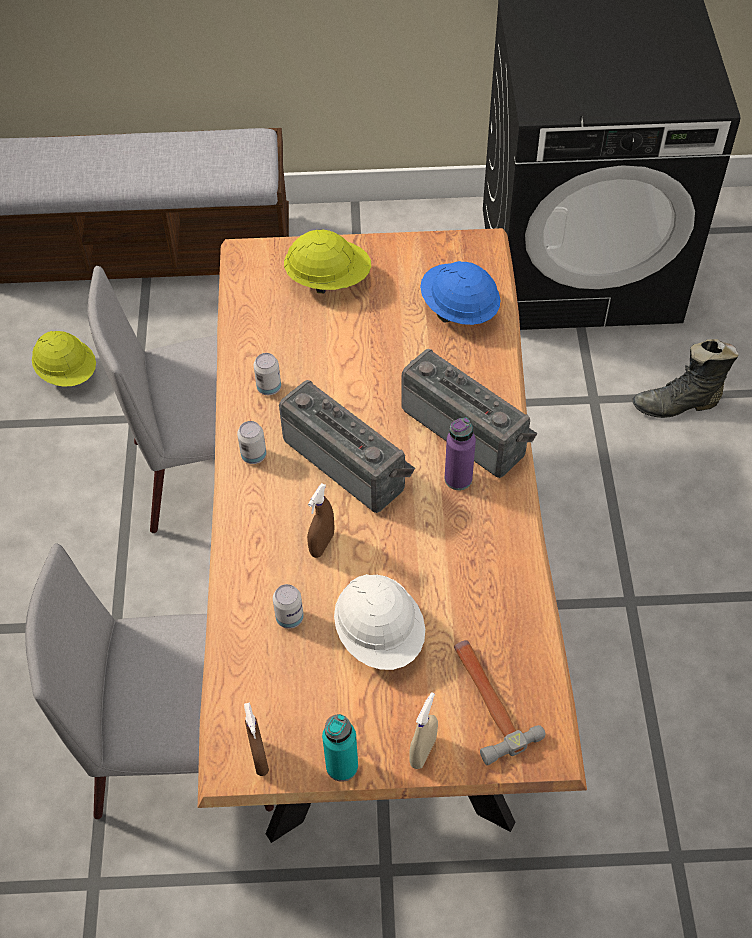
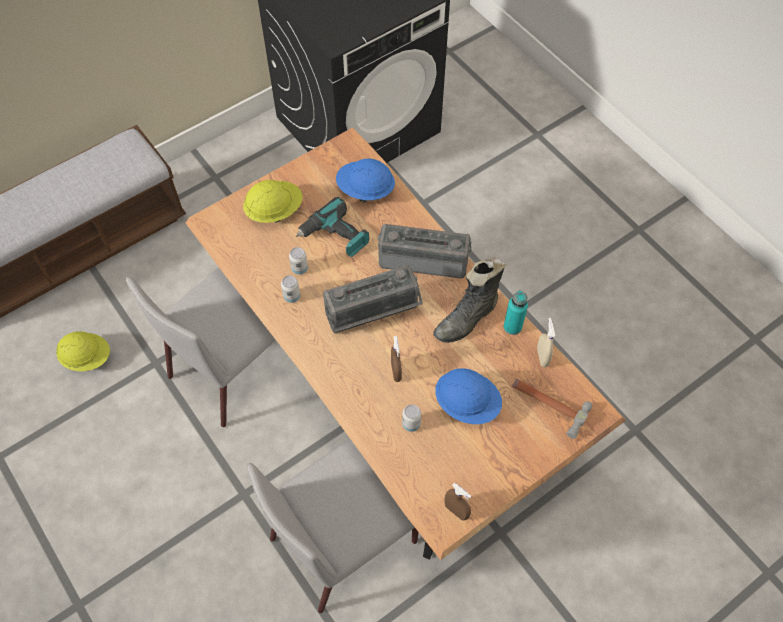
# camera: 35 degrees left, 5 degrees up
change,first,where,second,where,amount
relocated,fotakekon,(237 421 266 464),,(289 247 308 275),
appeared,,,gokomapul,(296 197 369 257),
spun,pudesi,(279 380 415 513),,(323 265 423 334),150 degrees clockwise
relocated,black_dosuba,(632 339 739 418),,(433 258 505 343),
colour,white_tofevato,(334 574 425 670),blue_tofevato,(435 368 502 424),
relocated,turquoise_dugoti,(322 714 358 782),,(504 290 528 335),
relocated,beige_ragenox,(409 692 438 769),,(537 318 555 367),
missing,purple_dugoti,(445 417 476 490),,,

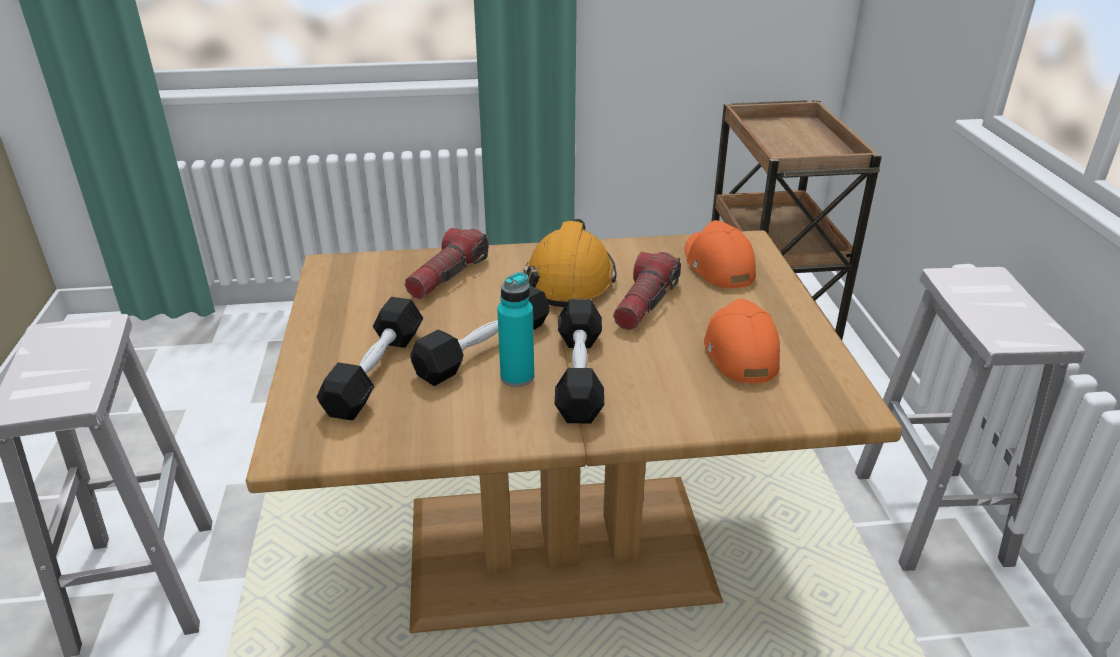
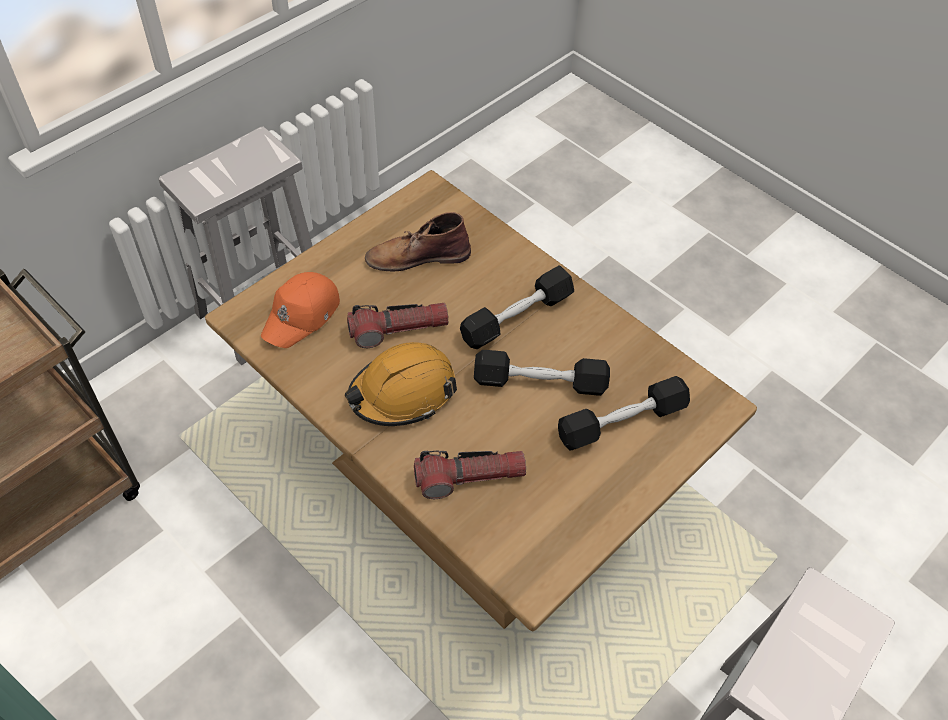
# camera: 130 degrees left, 20 degrees up
change,first,where,second,where,amount
exchanged,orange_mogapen,(704 298 780 383),brown_dosuba,(365 212 471 271),
missing,turquoise_dugoti,(497 272 534 387),,,

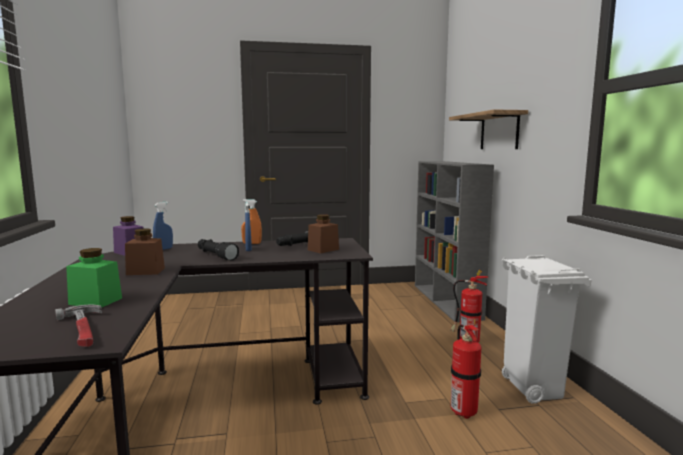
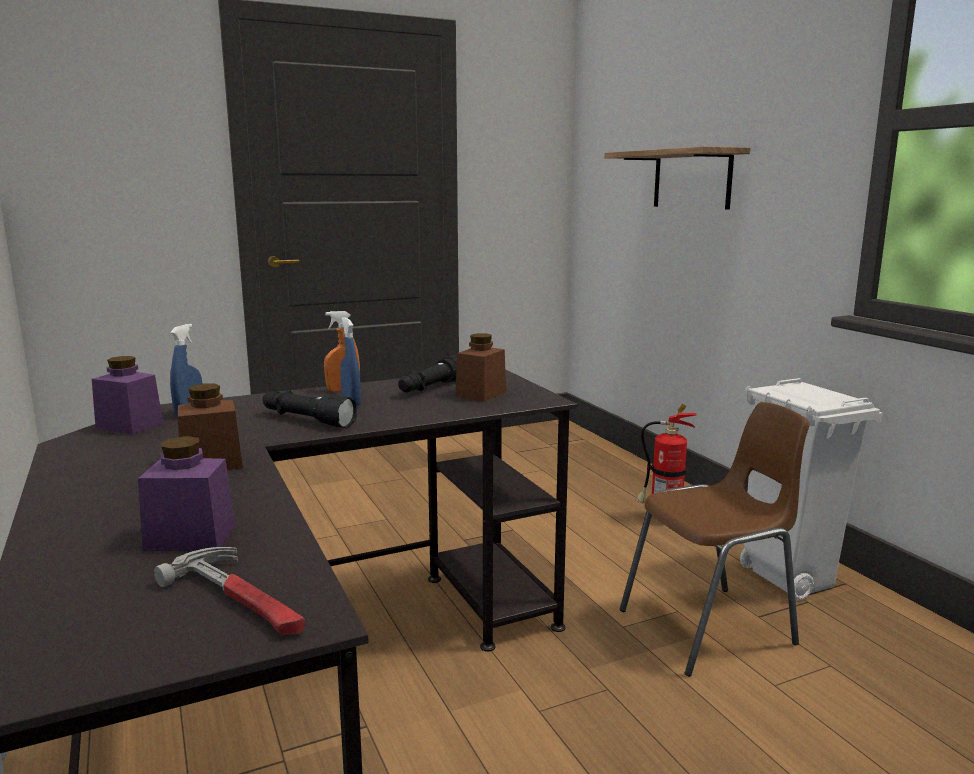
# camera: 15 degrees left, 5 degrees up
change,first,where,second,where,amount
colour,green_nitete,(66 248 122 307),purple_nitete,(138 436 235 551),
exchanged,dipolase,(451 319 482 419),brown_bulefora,(620 402 810 677),
missing,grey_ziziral,(415 161 494 322),,,

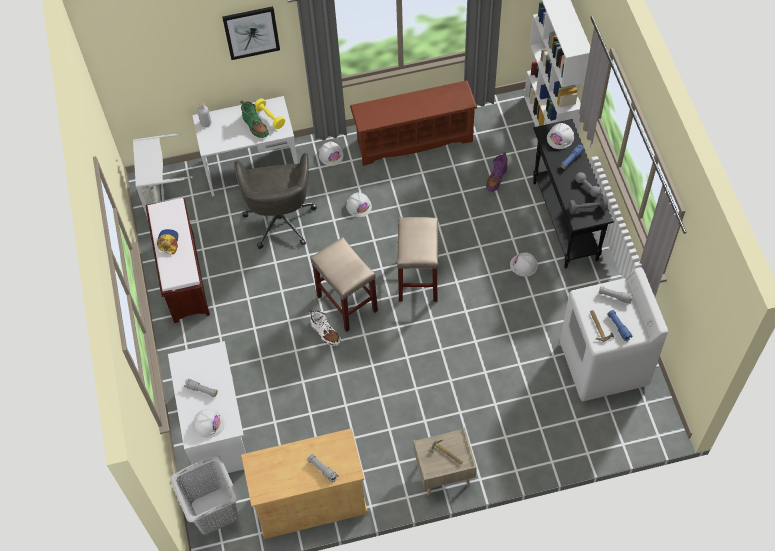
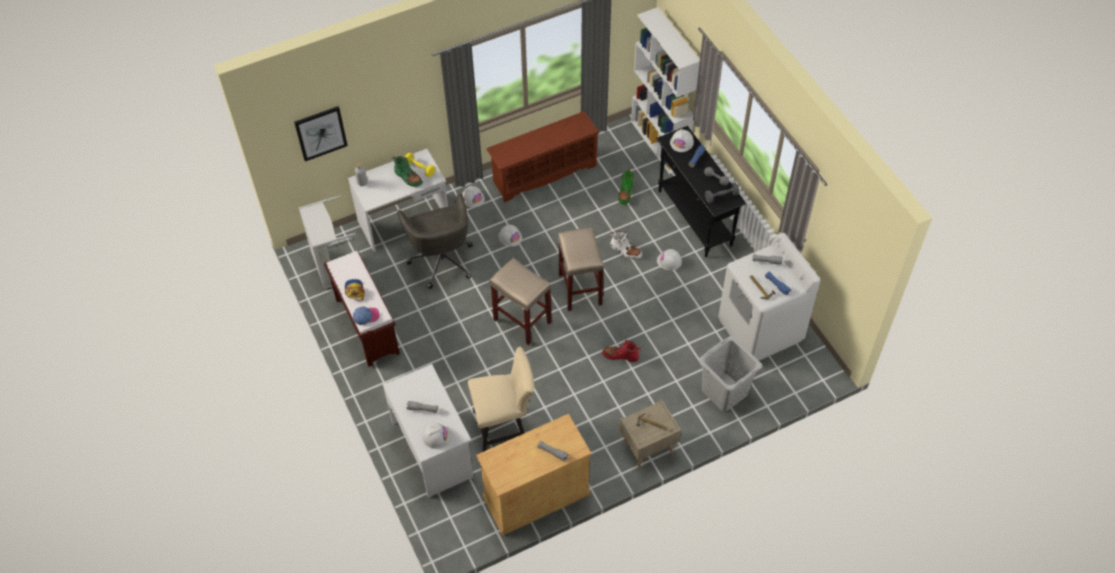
# camera: 15 degrees left, 5 degrees down
change,first,where,second,where,amount
relocated,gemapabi,(222 6 280 60),,(294 106 348 161),
appeared,,,mogapen,(353 307 380 325),
appeared,,,beige_bulefora,(468 347 534 452),
appeared,,,red_dosuba,(602 340 641 362),
relocated,white_dosuba,(309 309 341 346),,(610 231 642 259),
colour,purple_dosuba,(486 153 508 192),green_dosuba,(618 169 634 205),
relocated,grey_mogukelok,(170 455 238 535),,(699 336 763 412),

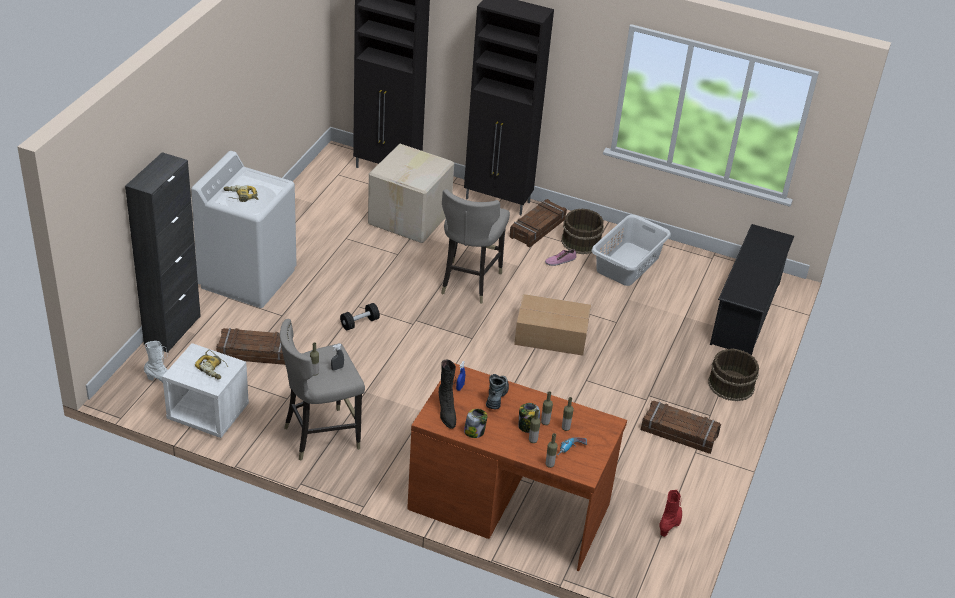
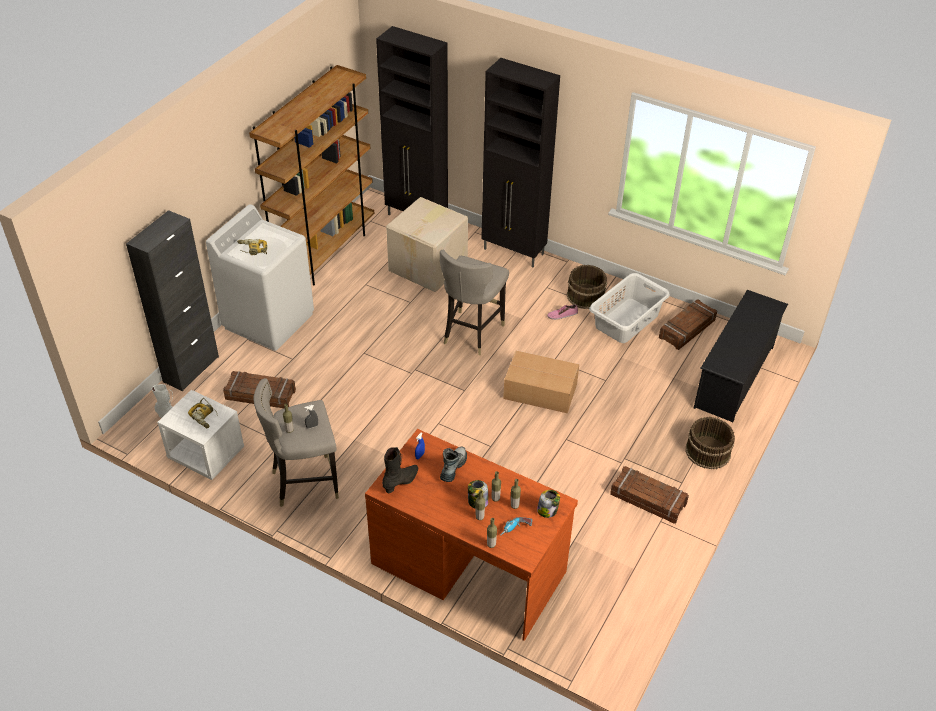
# camera: 10 degrees right, 5 degrees up
change,first,where,second,where,amount
appeared,,,brown_ziziral,(249 65 375 285),
spun,black_dosuba,(439 360 456 429),,(382 447 418 494),135 degrees counterclockwise
relocated,nitete,(464 409 487 438),,(537 490 560 518),
relocated,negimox,(509 199 567 247),,(659 299 717 350),
missing,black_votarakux,(340 303 380 330),,,
missing,red_dosuba,(659 490 682 537),,,

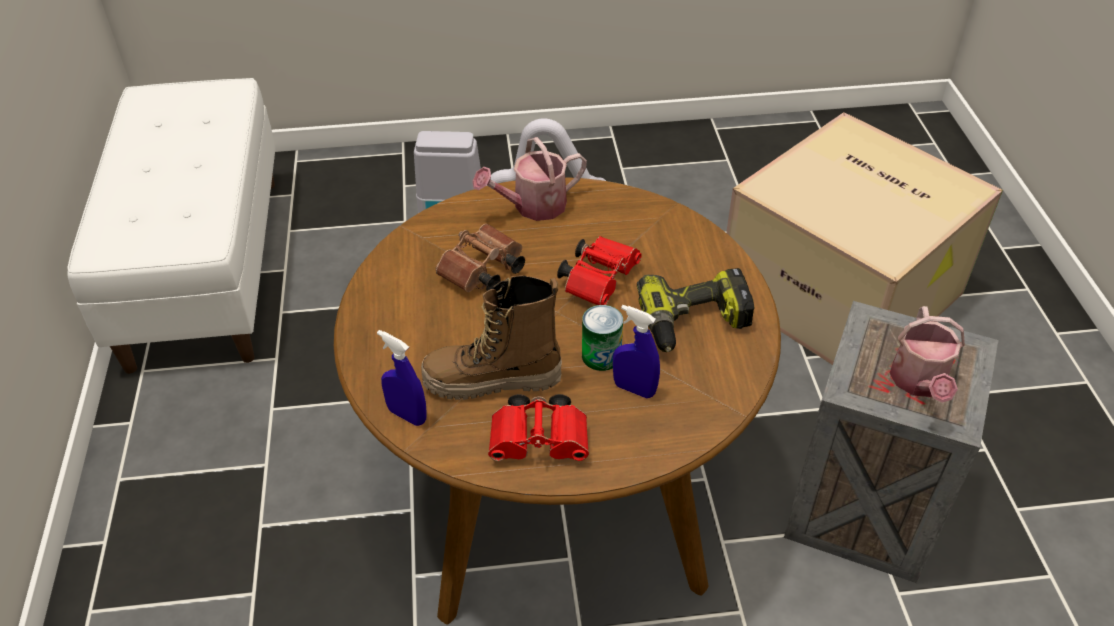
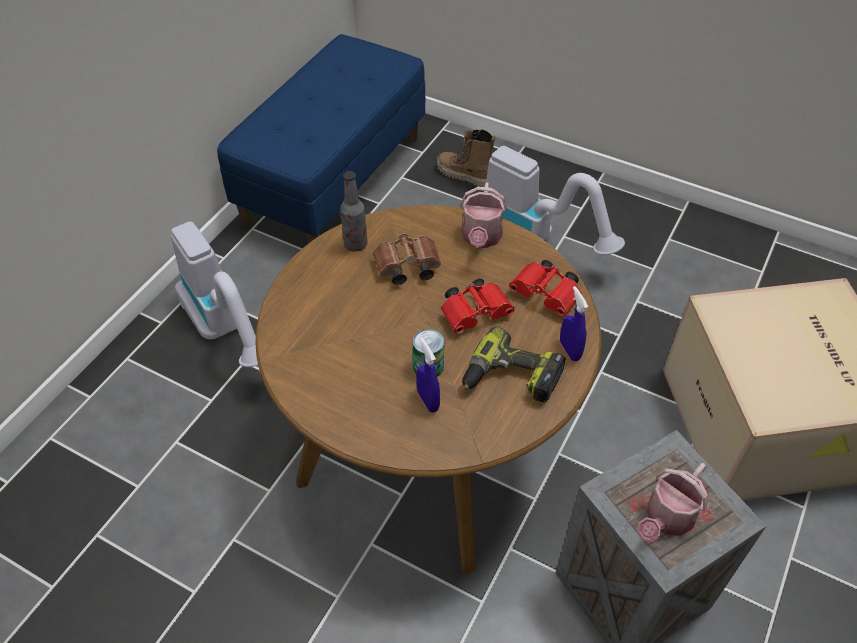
# camera: 35 degrees right, 5 degrees up
change,first,where,second,where,amount
appeared,,,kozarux,(171 221 258 367),
colour,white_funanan,(67 78 276 374),blue_funanan,(217 34 426 244),
appeared,,,dugoti,(340 171 368 251),
relocated,dosuba,(421 275 562 400),,(437 129 495 187),
spun,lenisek,(472 137 587 221),,(460 183 507 248),90 degrees counterclockwise
relocated,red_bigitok,(488 394 589 461),,(509 260 582 316),
relocated,blue_ragenox,(377 330 427 426),,(560 286 588 361),

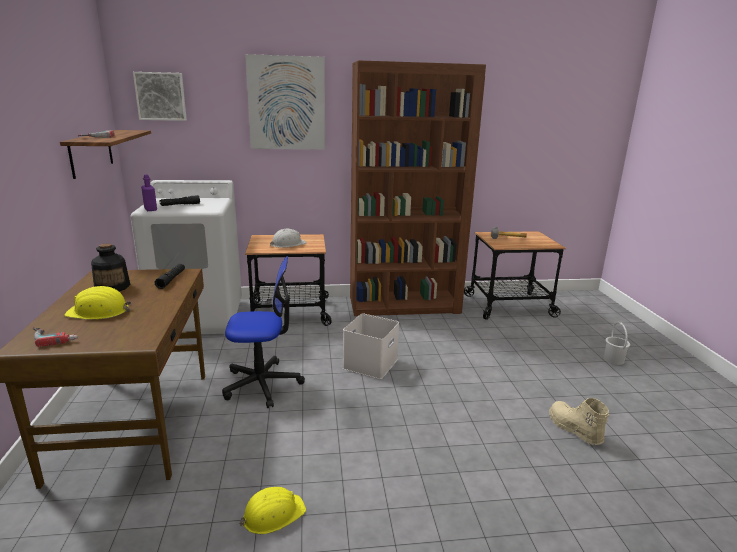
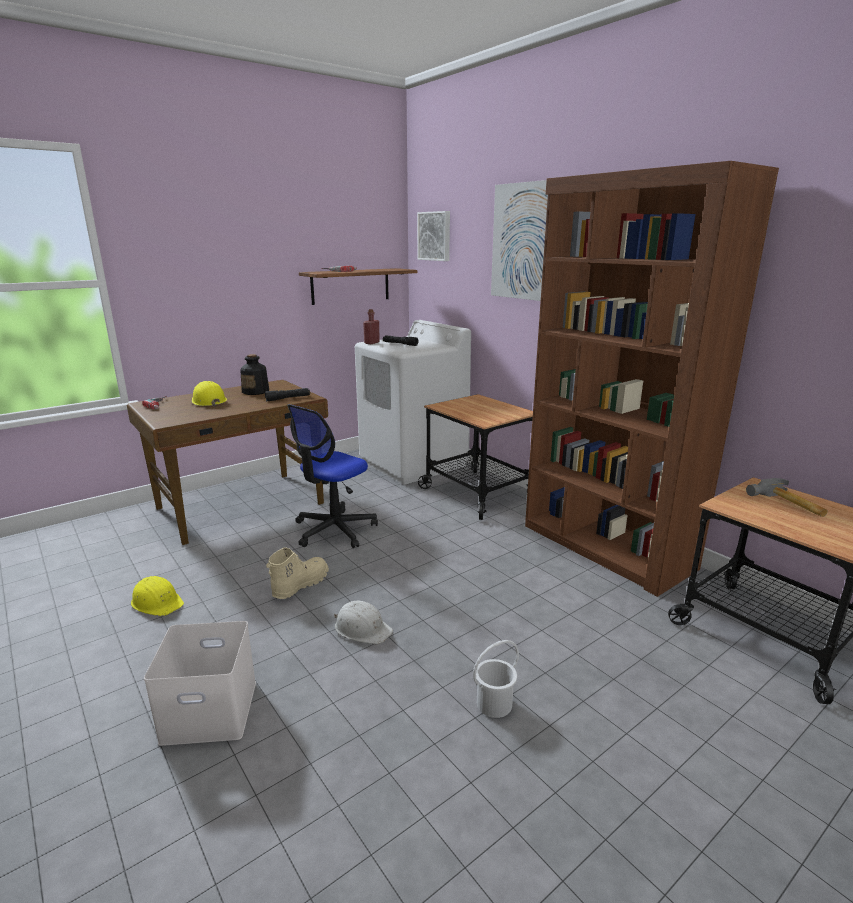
# camera: 60 degrees right, 0 degrees up
change,first,where,second,where,amount
relocated,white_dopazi,(343 313 399 379),,(144 621 256 746),
relocated,beige_dosuba,(549 398 609 445),,(266 547 329 599),
spun,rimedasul,(222 256 305 408),,(287 404 378 548),75 degrees clockwise
relocated,white_tofevato,(270 229 307 248),,(334 600 393 644),
colour,purple_dugoti,(141 175 157 211),red_dugoti,(363 309 380 344),
relocated,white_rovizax,(603 322 630 365),,(473 640 519 718),

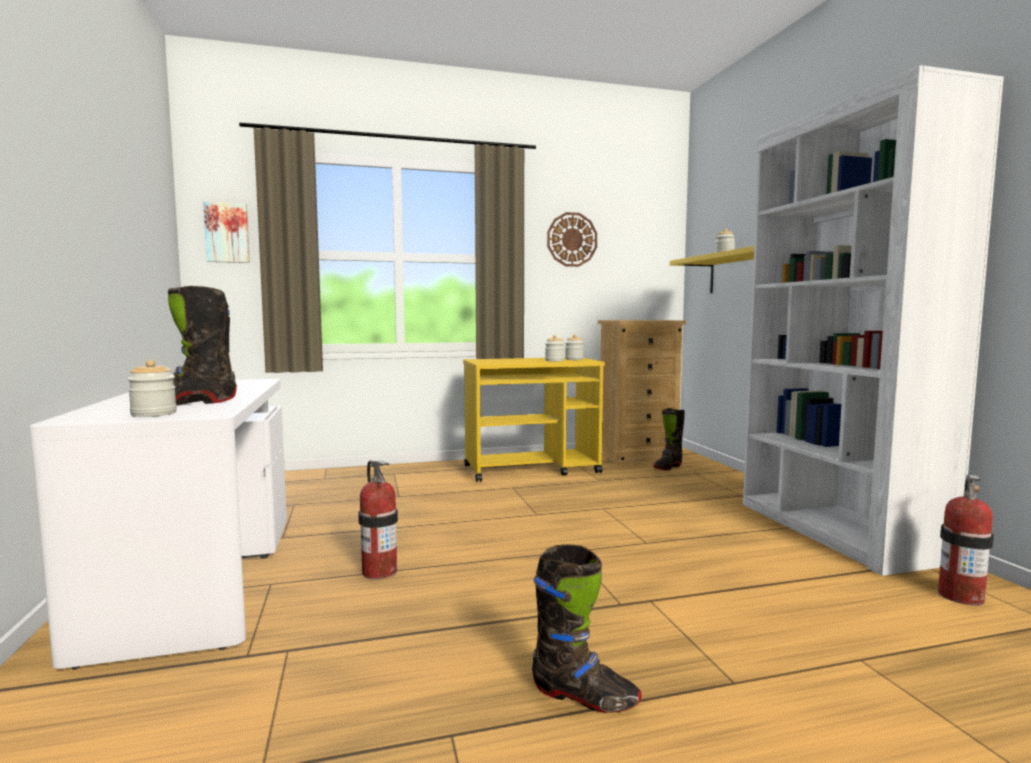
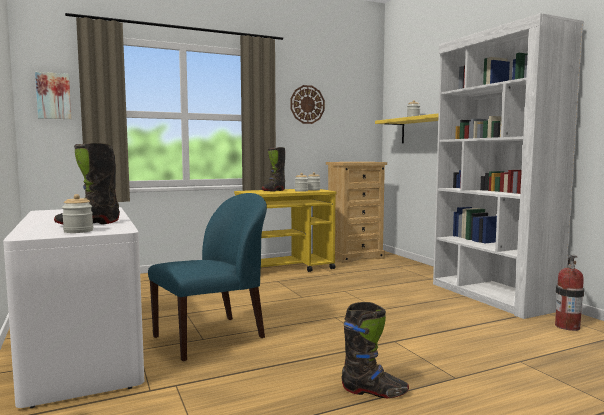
# camera: 10 degrees left, 0 degrees up
change,first,where,second,where,amount
exchanged,dipolase,(358 460 398 579),blue_bulefora,(148 193 267 361),
relocated,black_dosuba,(653 408 685 470),,(262 147 285 192),

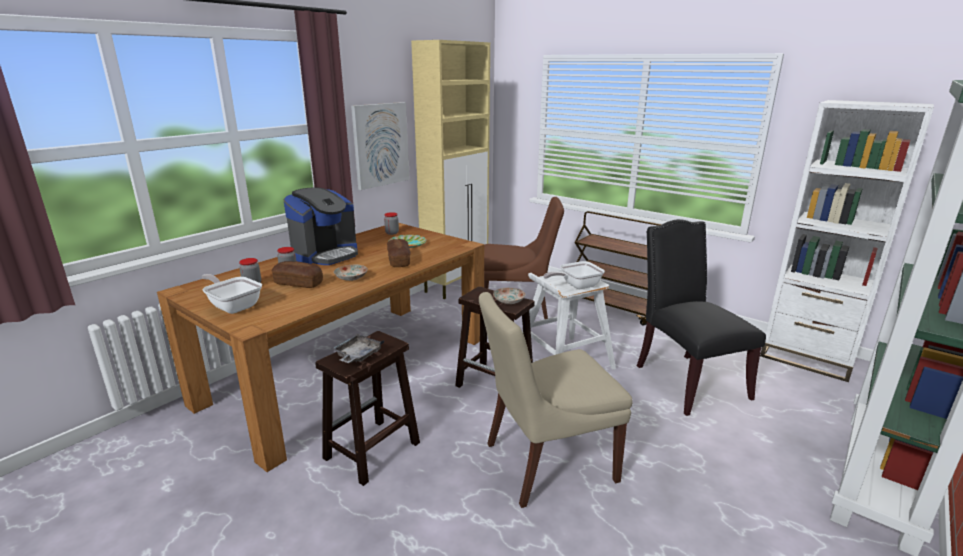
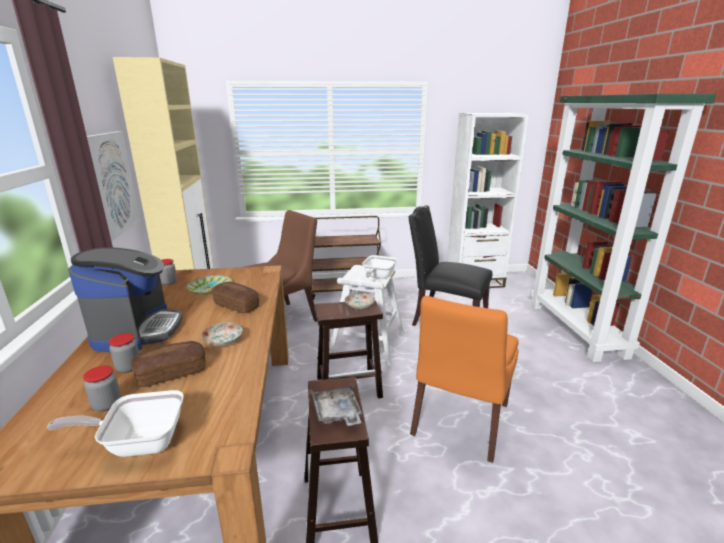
# camera: 45 degrees left, 0 degrees up
change,first,where,second,where,amount
colour,beige_bulefora,(479 292 632 508),orange_bulefora,(410 296 519 463),

